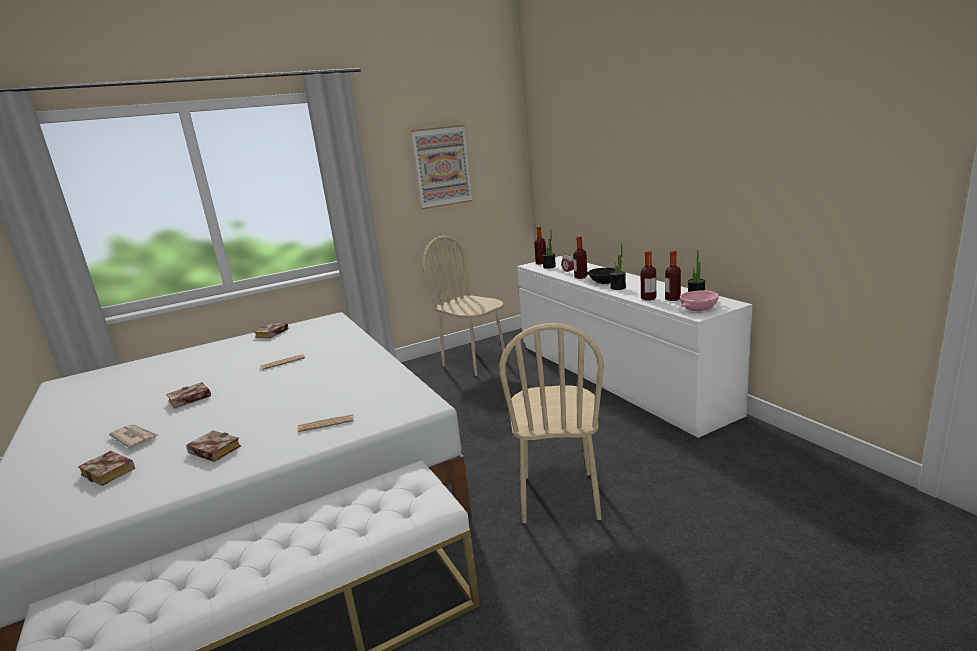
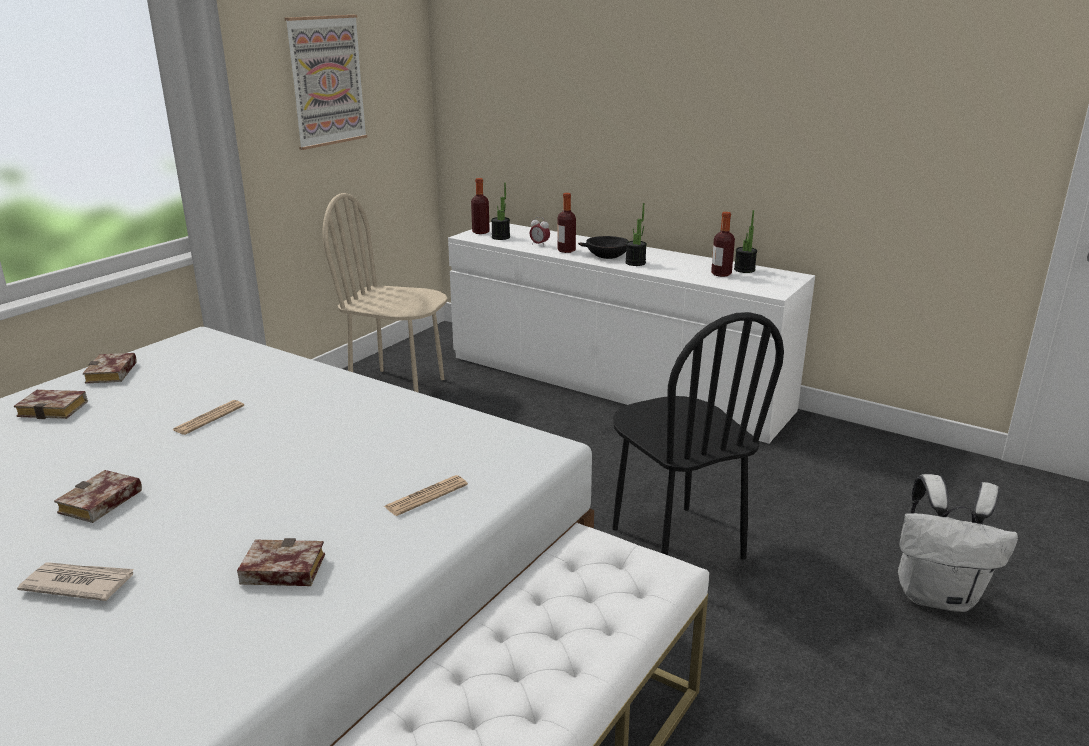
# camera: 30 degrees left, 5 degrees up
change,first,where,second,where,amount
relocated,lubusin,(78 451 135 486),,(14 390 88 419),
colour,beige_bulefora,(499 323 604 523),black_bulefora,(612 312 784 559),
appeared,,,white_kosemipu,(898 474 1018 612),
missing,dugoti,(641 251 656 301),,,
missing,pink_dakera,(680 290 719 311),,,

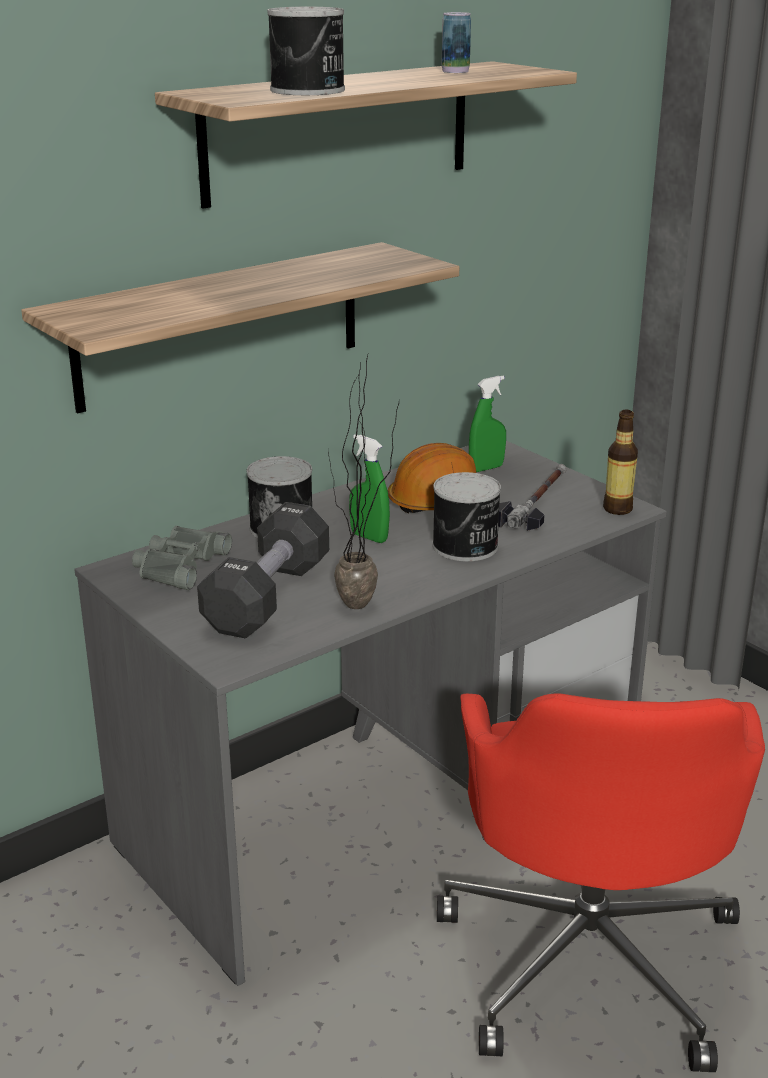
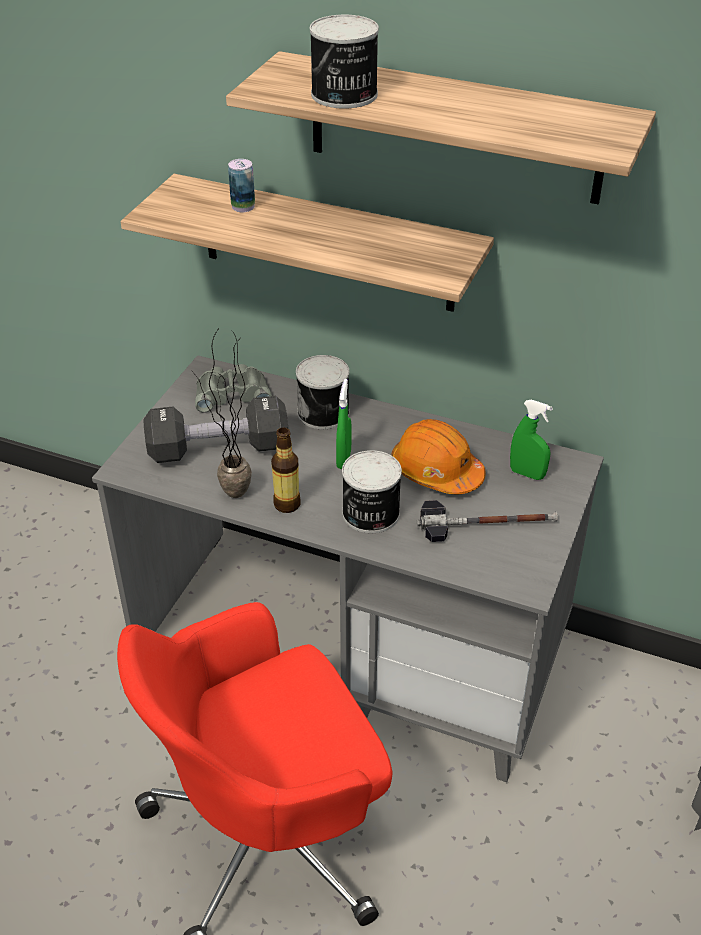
# camera: 60 degrees right, 15 degrees up
change,first,where,second,where,amount
relocated,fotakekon,(442 12 471 73),,(228 159 255 212),
relocated,dugoti,(603 410 638 515),,(271 428 301 513),

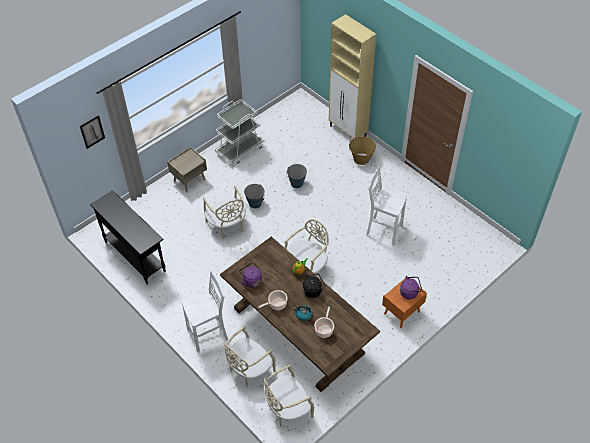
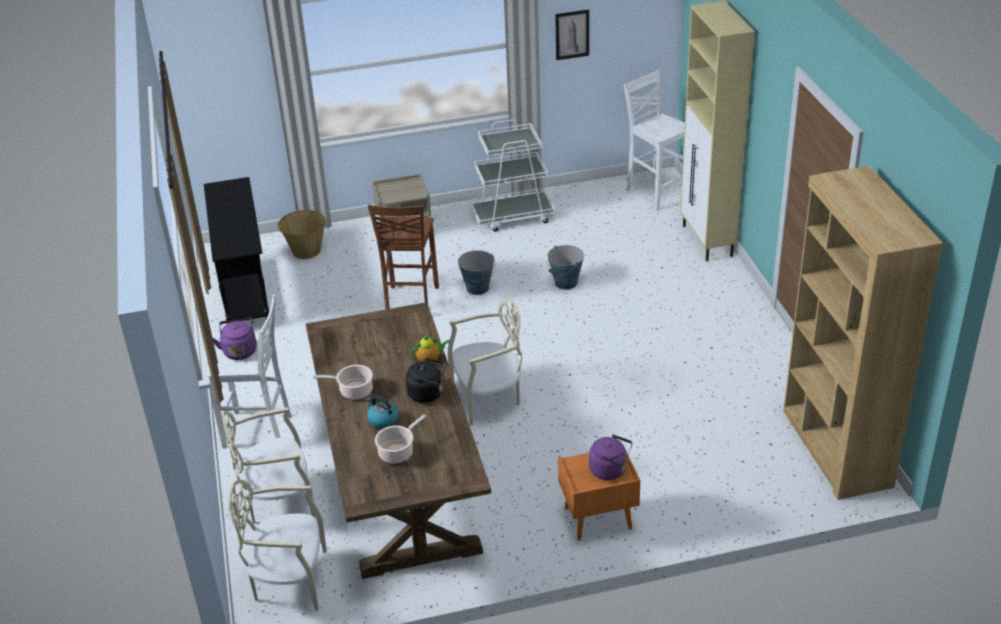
# camera: 30 degrees right, 15 degrees down
change,first,where,second,where,amount
relocated,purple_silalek,(239 262 262 288),,(213 318 257 360),
relocated,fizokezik,(349 137 376 165),,(278 210 326 259),
exchanged,beige_bulefora,(203 185 246 239),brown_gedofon,(368 205 439 310),
relocated,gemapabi,(80 115 105 149),,(555 9 589 60),
relocated,white_gedofon,(366 166 407 246),,(624 70 685 210),
appeared,,,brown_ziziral,(783 166 943 500),

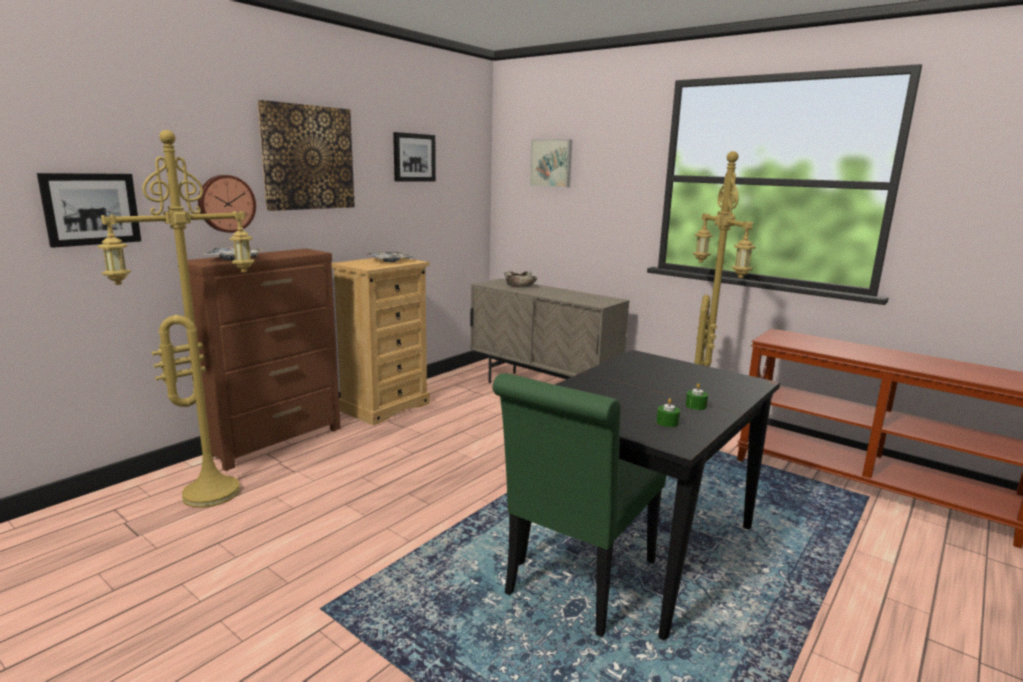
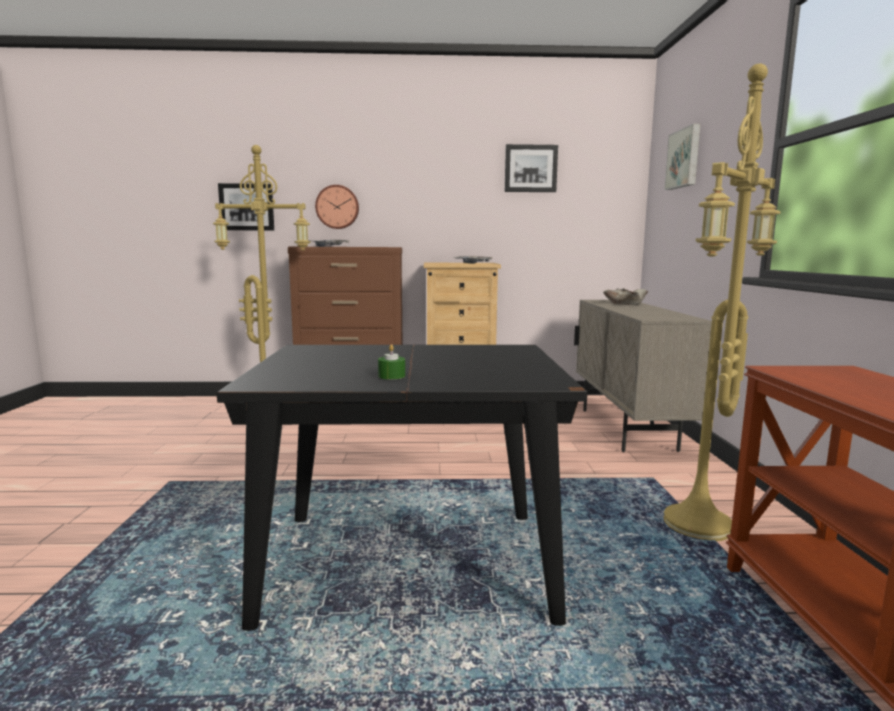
# camera: 50 degrees right, 5 degrees down
change,first,where,second,where,amount
missing,gemapabi,(257 100 355 211),,,
missing,green_bulefora,(492 373 666 637),,,
missing,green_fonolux,(656 398 680 427),,,

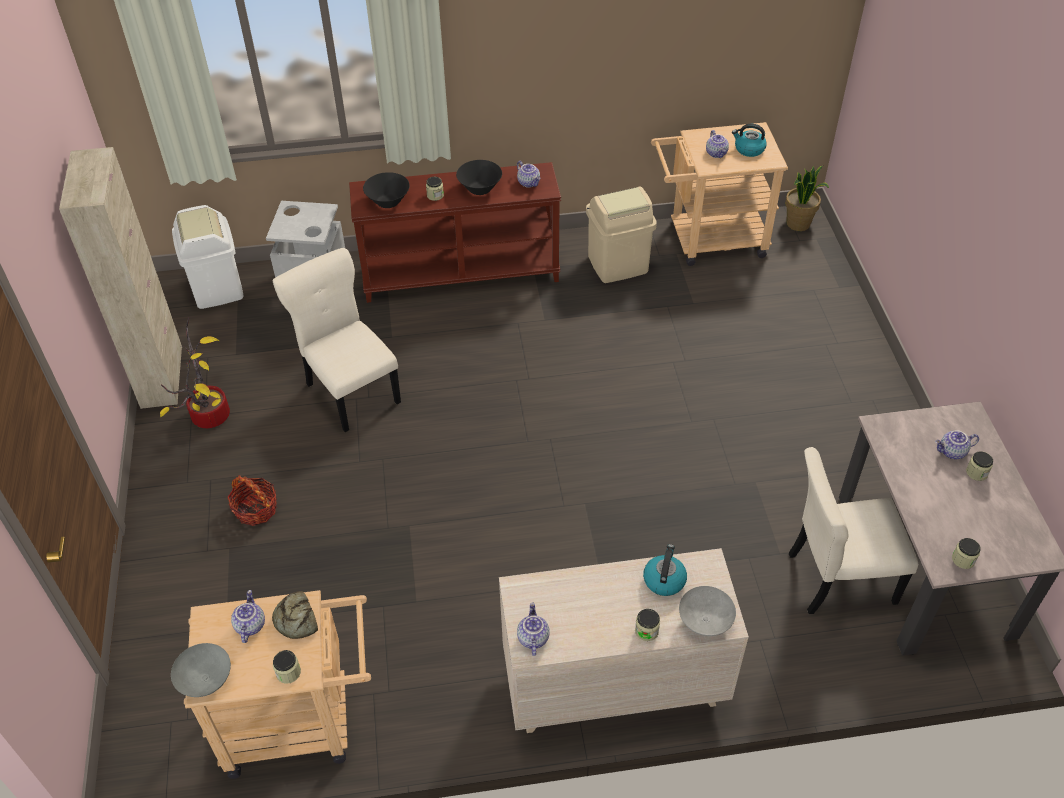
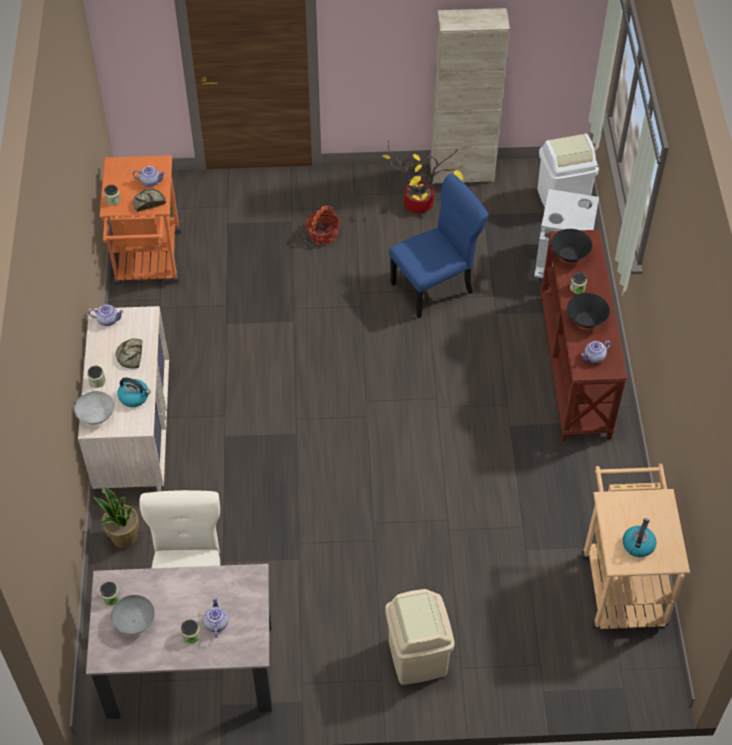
# camera: 95 degrees right, 5 degrees up
change,first,where,second,where,amount
relocated,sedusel,(785 166 829 231),,(93 488 139 548),
colour,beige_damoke,(184 590 371 779),orange_damoke,(99 155 181 284),
relocated,grey_dakera,(171 643 231 697),,(111 595 155 634),
appeared,,,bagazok,(116 338 143 369),
relocated,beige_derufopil,(586 187 657 283),,(385 589 455 685),
colour,beige_bulefora,(273 248 401 432),blue_bulefora,(389 174 489 319),
missing,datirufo,(706 130 729 158),,,

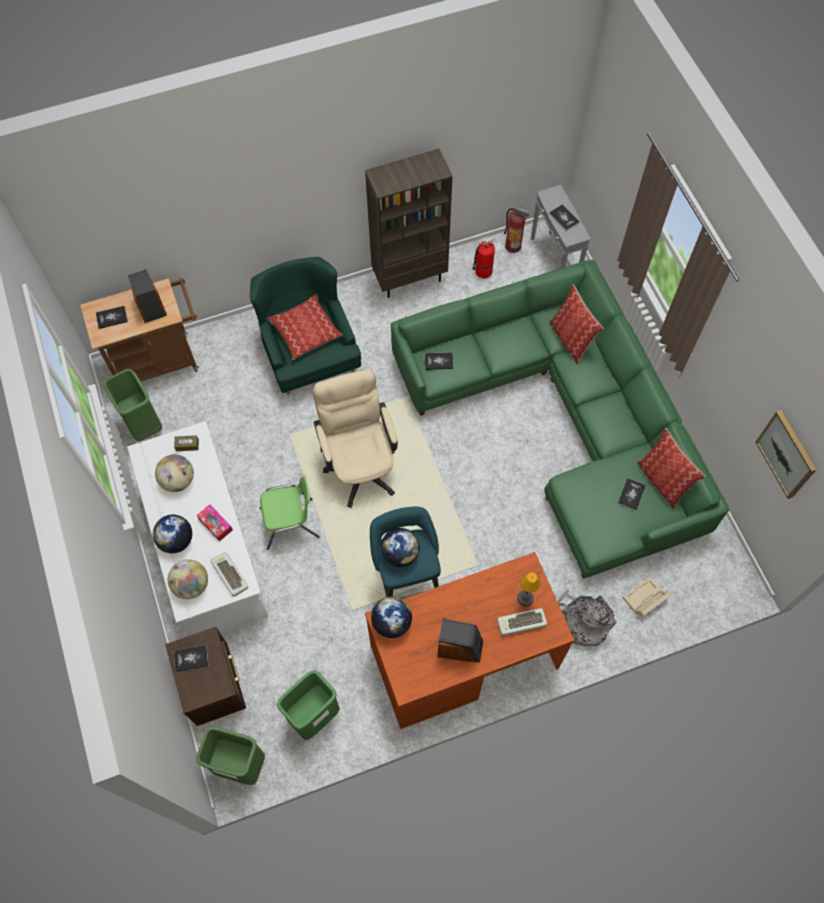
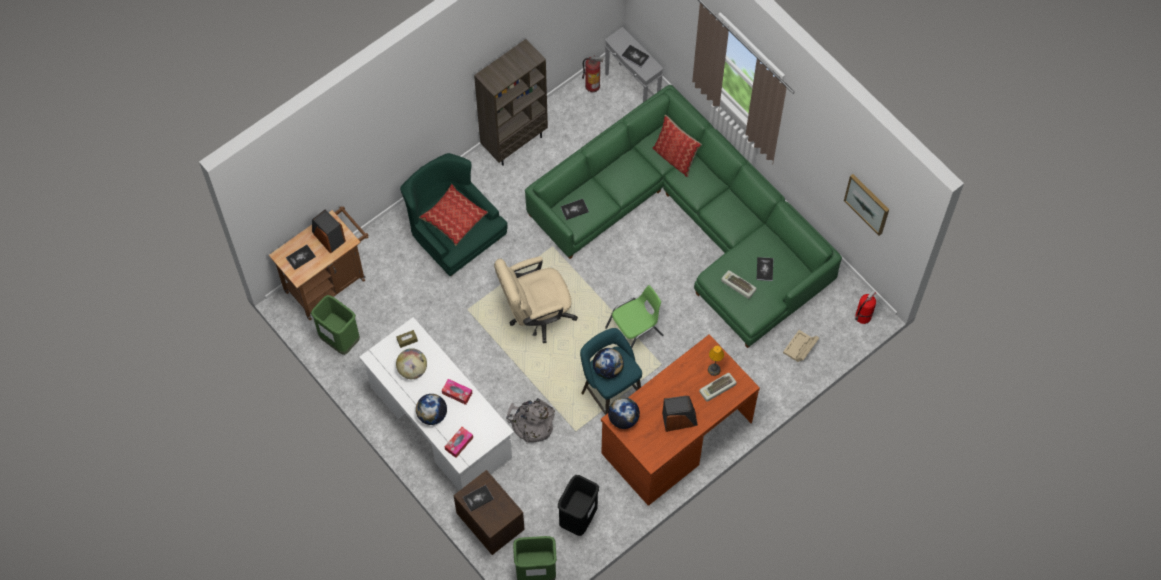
# camera: 20 degrees left, 0 degrees up
change,first,where,second,where,amount
exchanged,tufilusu,(168 559 208 599),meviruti,(445 427 473 458),
spun,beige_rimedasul,(313 369 398 508),,(494 257 578 343),75 degrees counterclockwise
relocated,grey_kosemipu,(557 589 616 646),,(506 398 555 444),
colour,green_derufopil,(277 670 340 740),black_derufopil,(558 475 599 536),
relocated,green_bulefora,(260 475 320 550),,(605 285 663 348),
relocated,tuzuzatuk,(211 552 248 597),,(721 270 757 299),
relocated,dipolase,(472 236 496 278),,(855 290 877 324),
missing,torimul,(637 428 706 509),,,

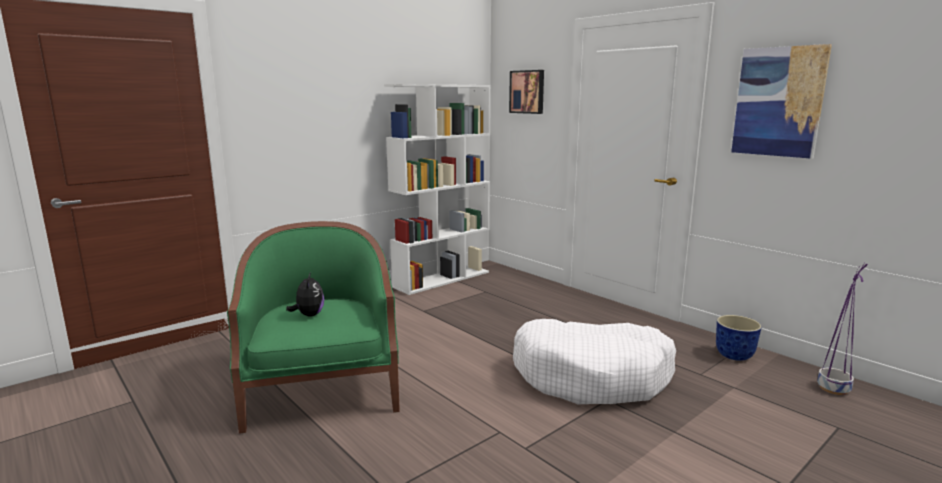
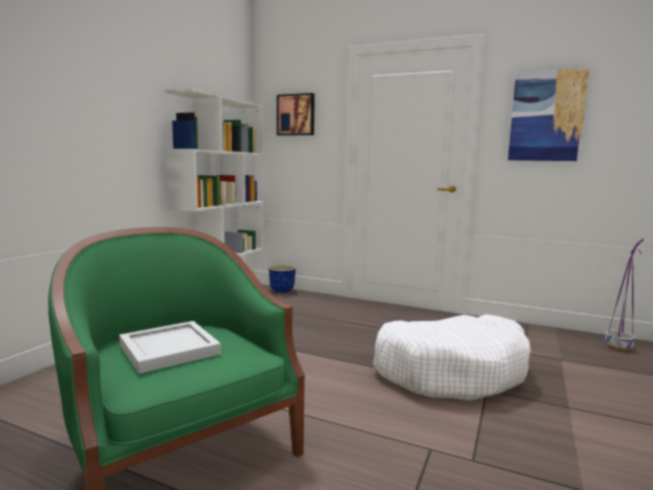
# camera: 25 degrees left, 5 degrees down
change,first,where,second,where,amount
exchanged,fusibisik,(286 273 324 317),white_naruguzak,(119 321 221 374),
relocated,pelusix,(716 315 762 361),,(269 265 296 293),

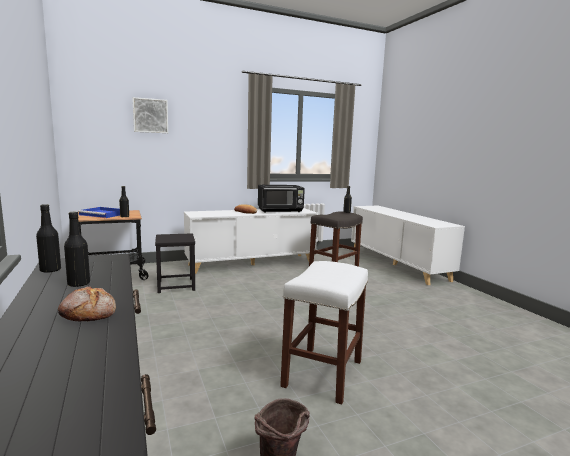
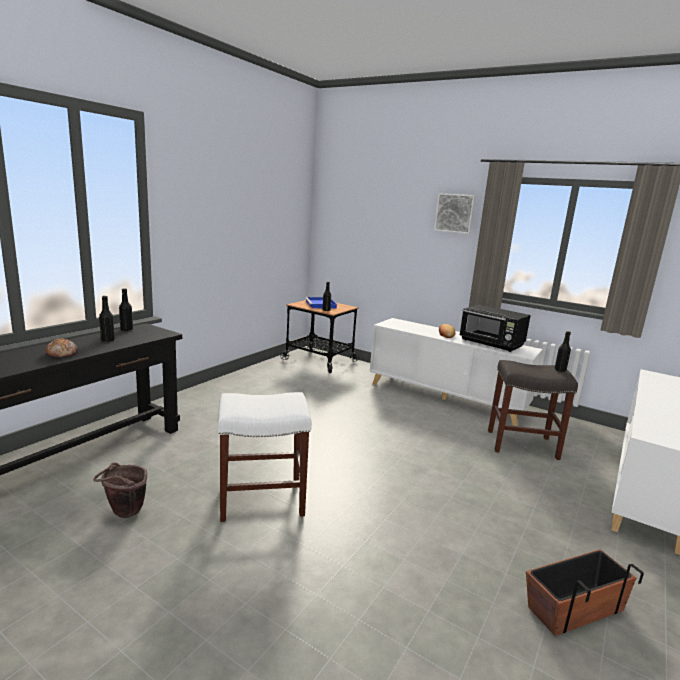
# camera: 55 degrees right, 5 degrees up
change,first,where,second,where,amount
relocated,gemapabi,(132 97 168 133),,(434 193 476 234),
appeared,,,pelusix,(526 549 644 636),
missing,black_gedofon,(155 233 195 293),,,

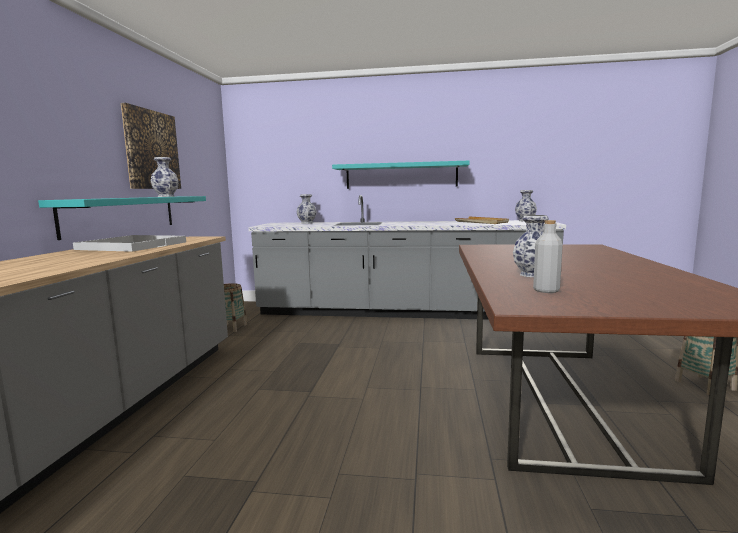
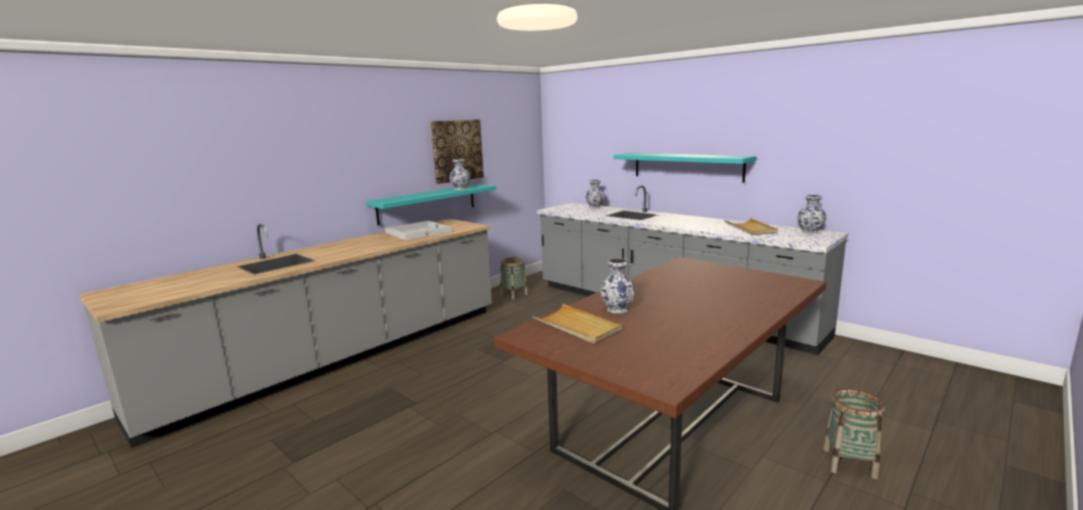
# camera: 35 degrees right, 5 degrees up
change,first,where,second,where,amount
exchanged,grey_dugoti,(533 220 563 293),beige_naruguzak,(532 304 622 344),

